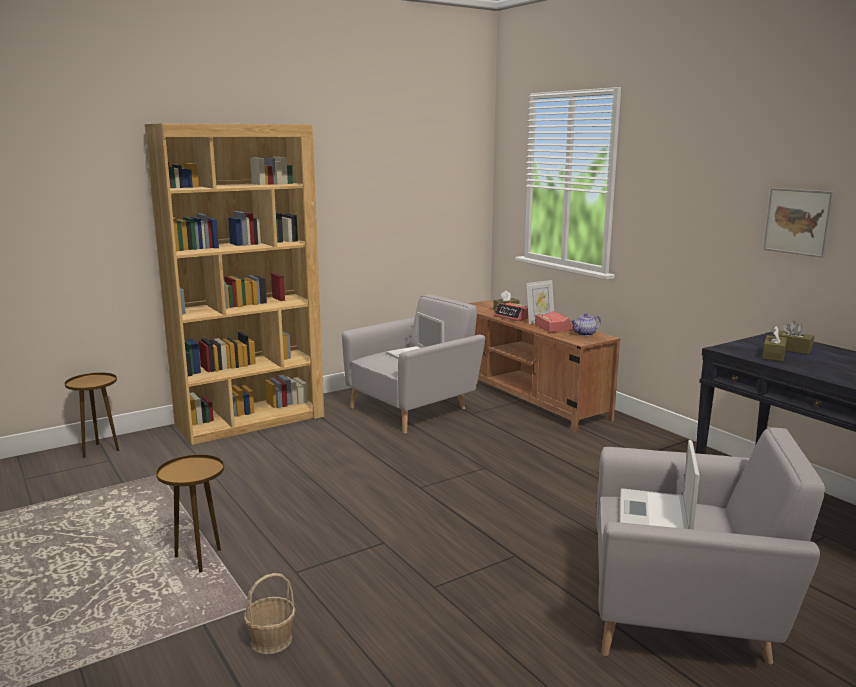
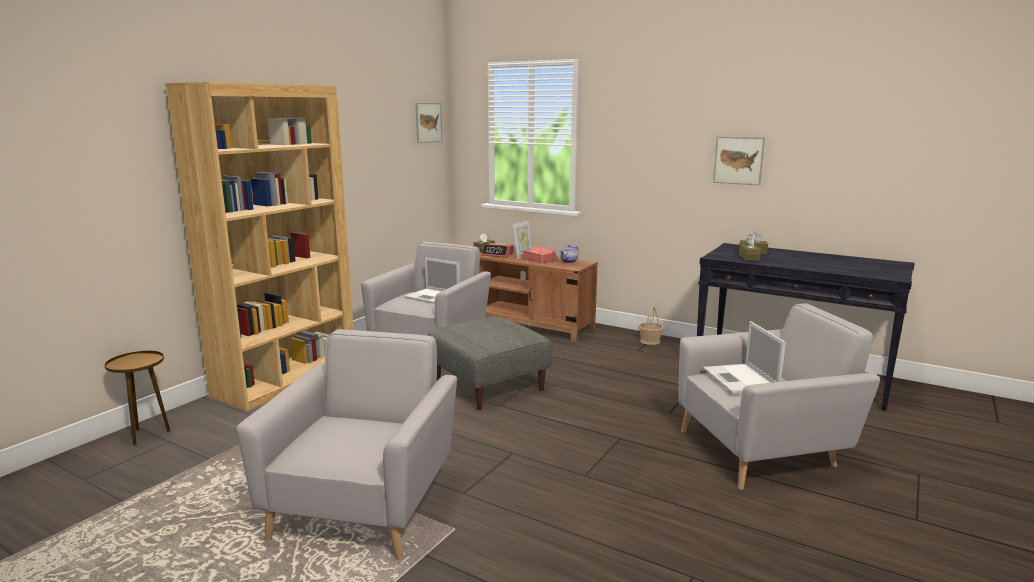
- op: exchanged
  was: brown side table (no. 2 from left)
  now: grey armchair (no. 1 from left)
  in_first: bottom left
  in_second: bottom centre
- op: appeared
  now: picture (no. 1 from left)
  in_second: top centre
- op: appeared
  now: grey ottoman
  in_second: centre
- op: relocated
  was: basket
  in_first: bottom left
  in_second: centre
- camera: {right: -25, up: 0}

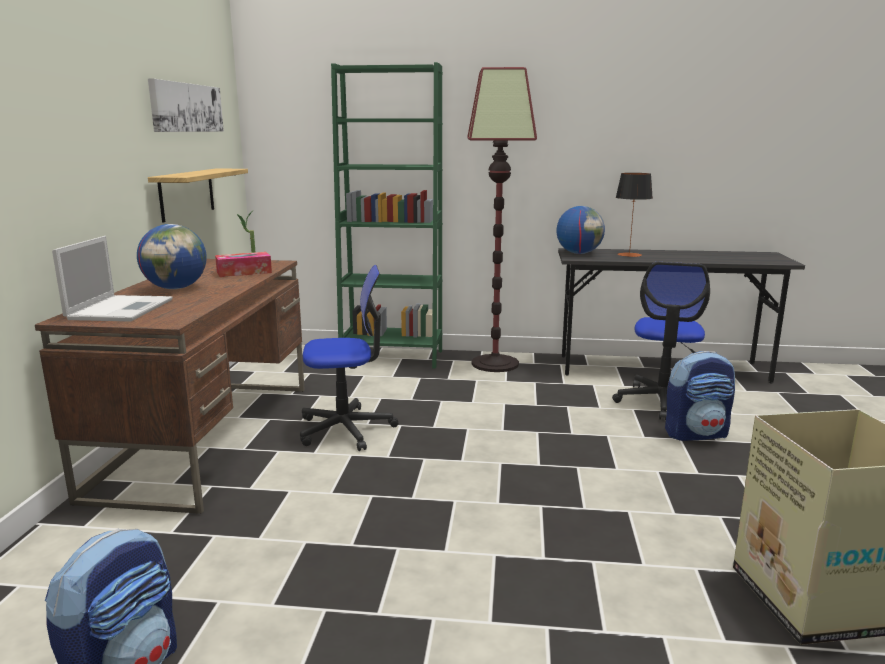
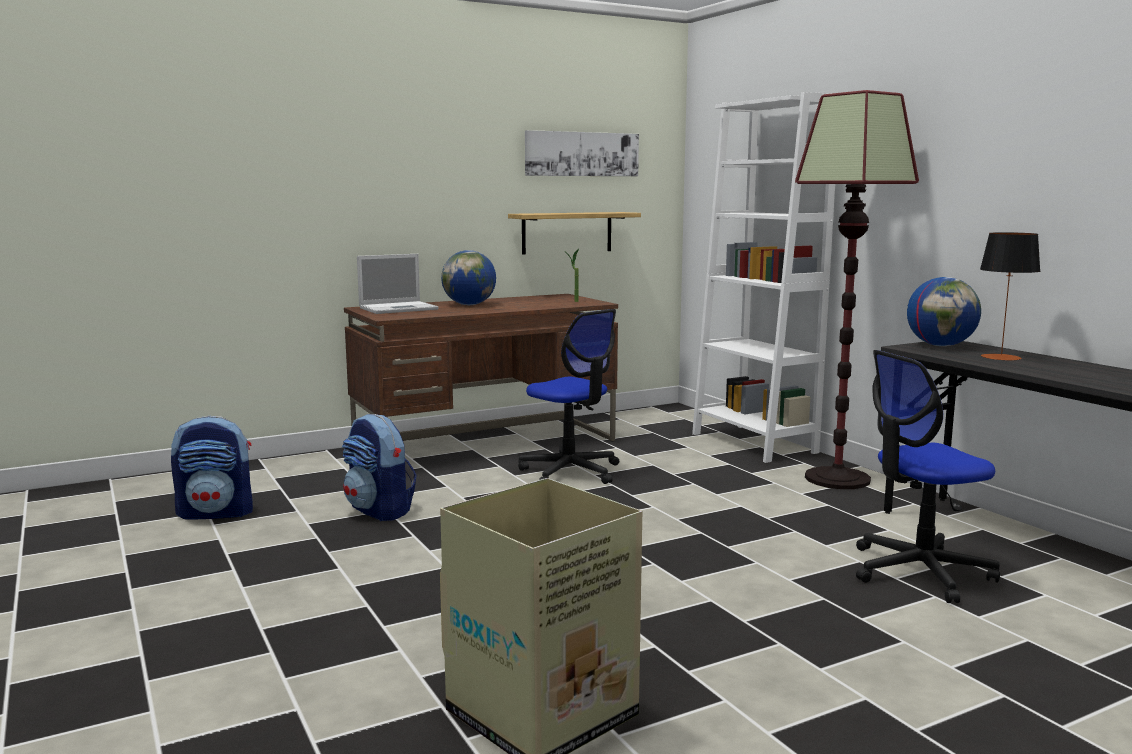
- op: relocated
  was: backpack (no. 2 from left)
  in_first: middle right
  in_second: centre
- op: colour
  was: green bookcase
  now: white bookcase
  in_first: top centre
  in_second: middle right
- op: missing
  was: tissue box
  in_first: middle left
- camera: {right: 55, up: -5}

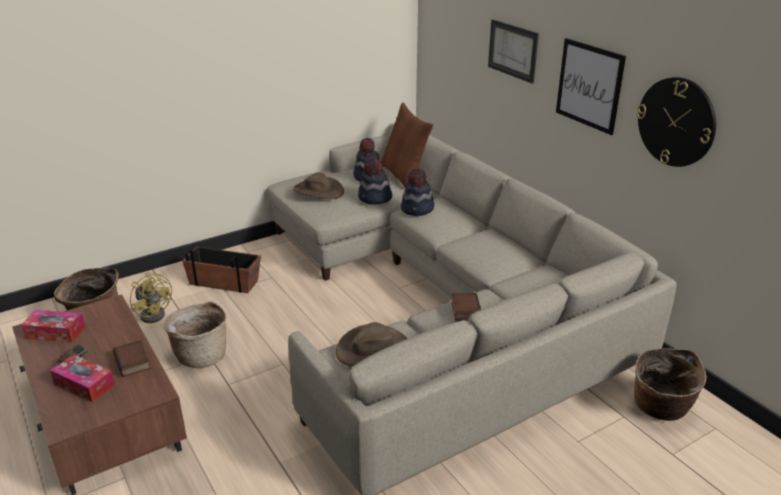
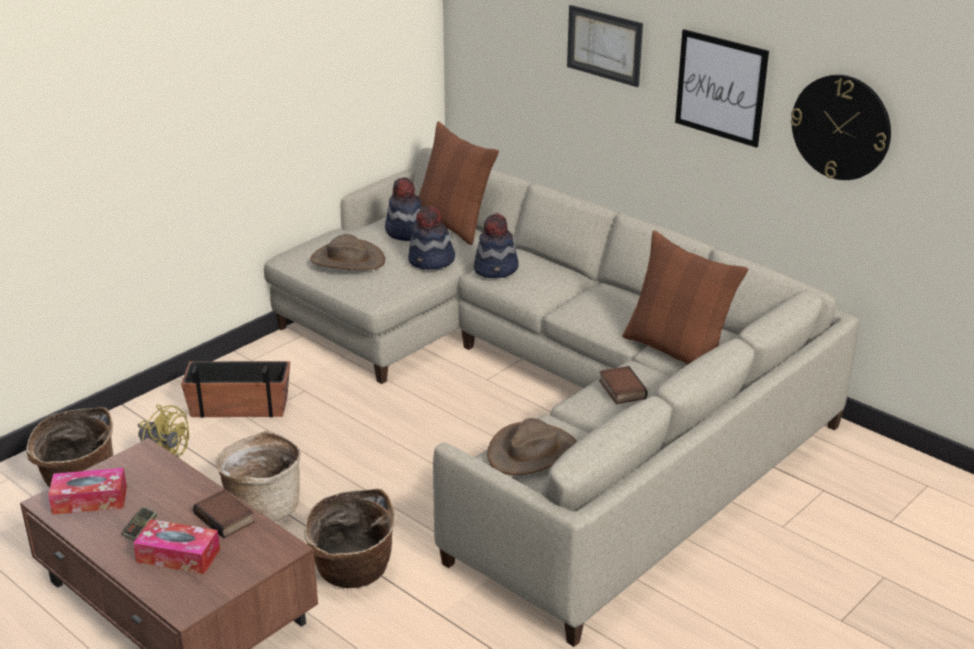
- op: relocated
  was: basket (no. 3 from left)
  in_first: bottom right
  in_second: bottom centre
- op: appeared
  now: brown pillow (no. 2 from left)
  in_second: middle right
- camera: {right: -15, up: 0}

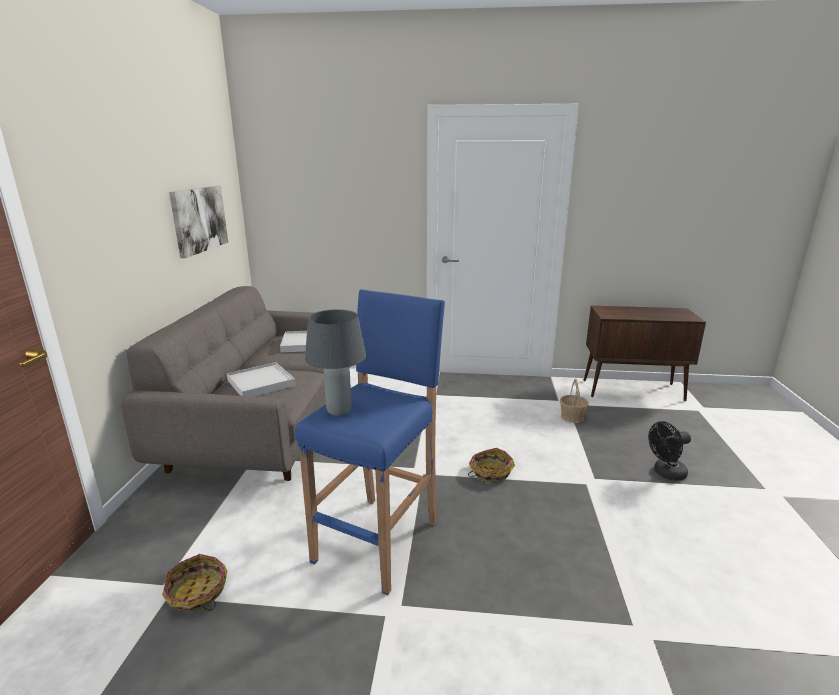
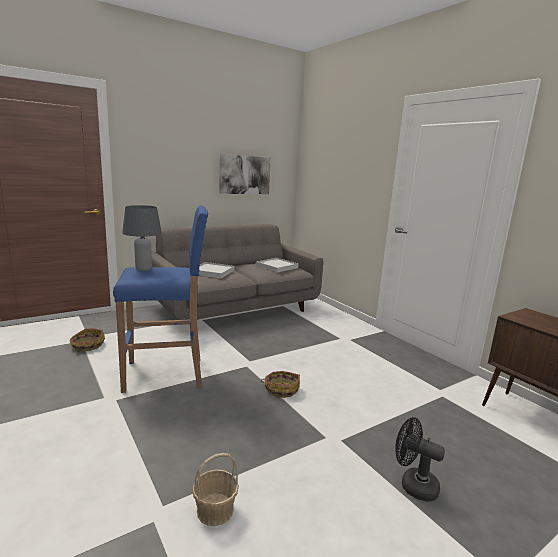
- op: relocated
  was: basket (no. 3 from left in the first image)
  now: basket (no. 2 from left)
  in_first: middle right
  in_second: bottom centre
- camera: {right: 50, up: -5}

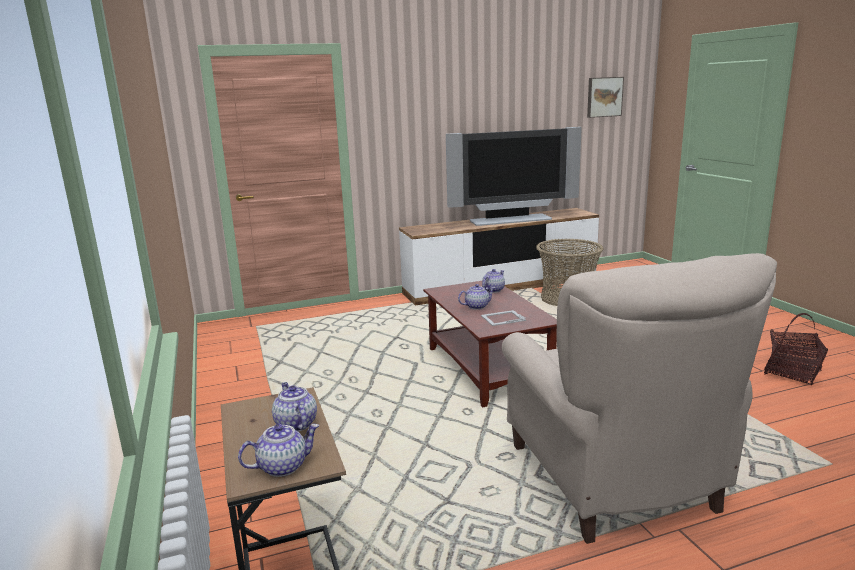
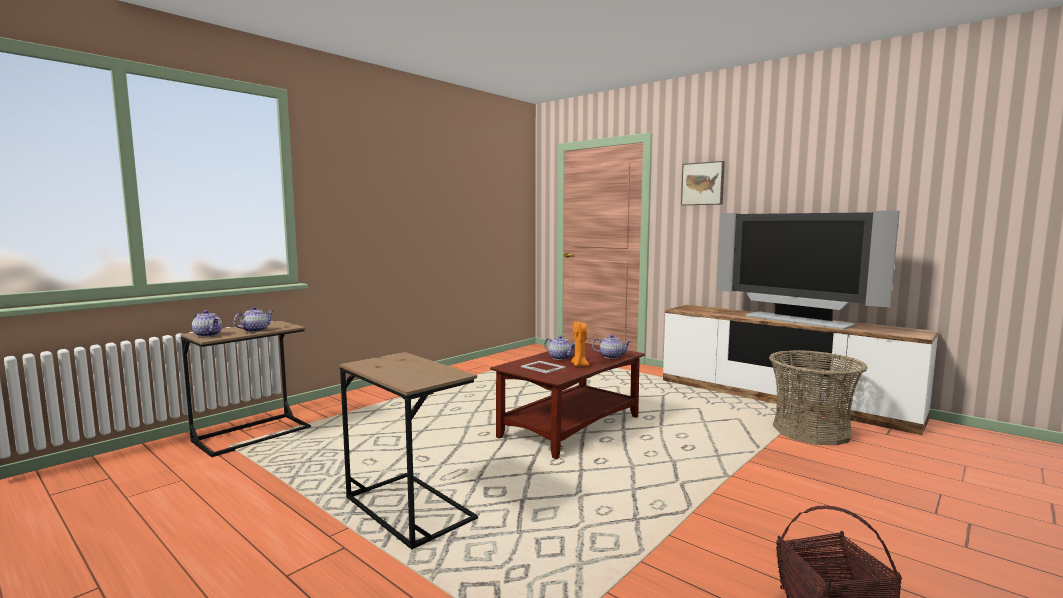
- op: exchanged
  was: beige armchair
  now: brown side table (no. 2 from left)
  in_first: bottom right
  in_second: bottom centre
- op: appeared
  now: orange candle
  in_second: centre
- op: relocated
  was: picture
  in_first: top right
  in_second: top centre
- camera: {right: 60, up: -10}

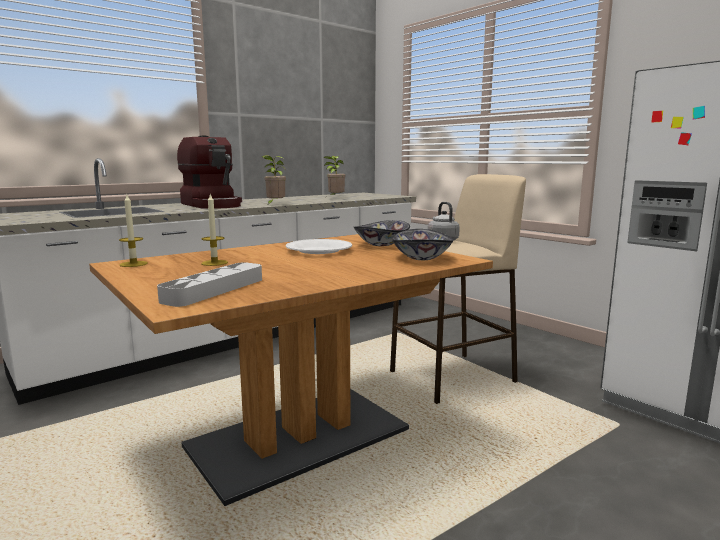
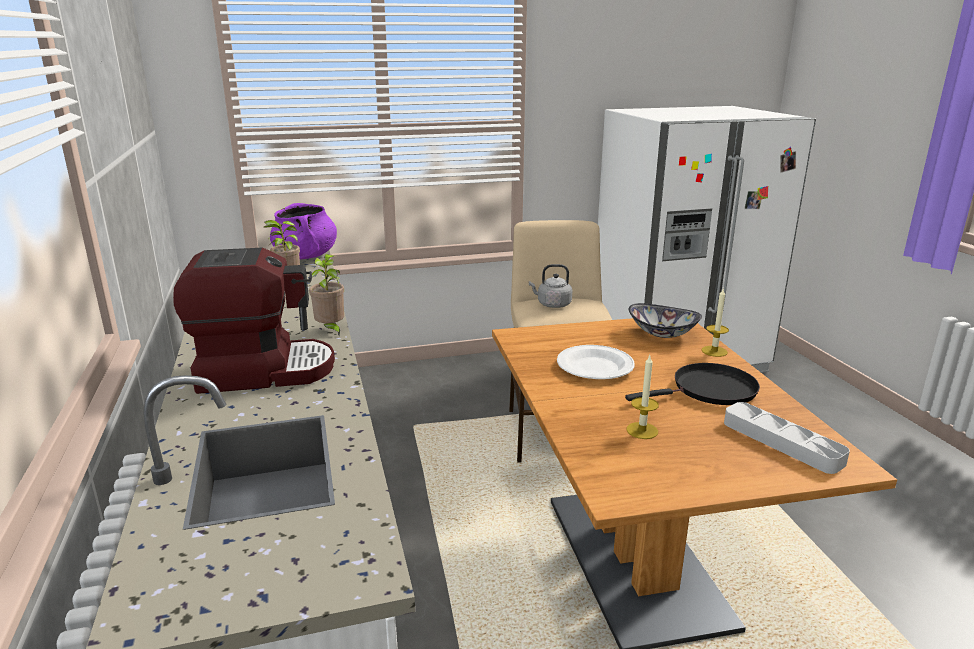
- op: appeared
  now: purple cooking pot
  in_second: middle left
- op: appeared
  now: black frying pan
  in_second: middle right
- op: relocated
  was: candle (no. 1 from left in the first image)
  now: candle (no. 2 from left)
  in_first: middle left
  in_second: middle right
- op: missing
  was: bowl (no. 1 from left)
  in_first: centre
- camera: {right: -65, up: 10}

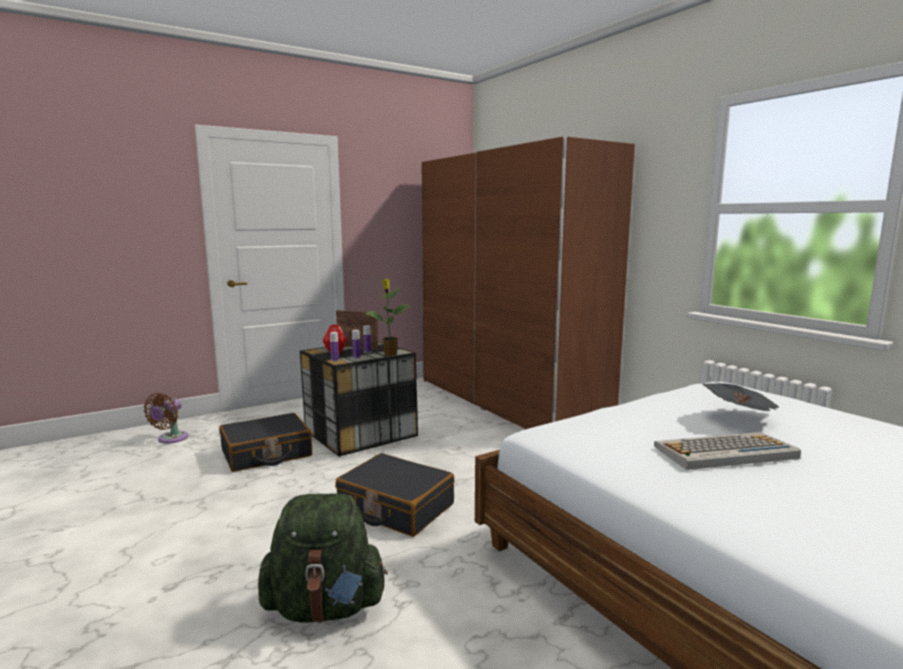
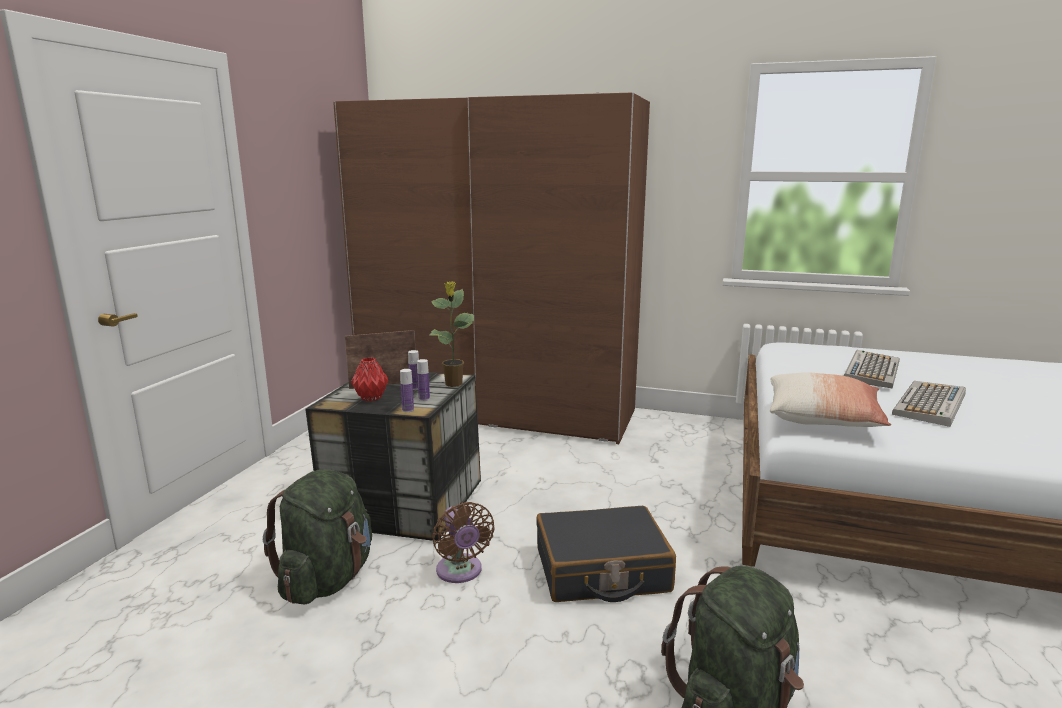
- op: exchanged
  was: black suitcase (no. 1 from left)
  now: green backpack (no. 1 from left)
  in_first: middle left
  in_second: bottom left
- op: relocated
  was: brown fan
  in_first: middle left
  in_second: bottom centre
- op: appeared
  now: pillow
  in_second: middle right
- op: exchanged
  was: newspaper
  now: keyboard (no. 1 from left)
  in_first: middle right
  in_second: middle right
- camera: {right: -40, up: 5}

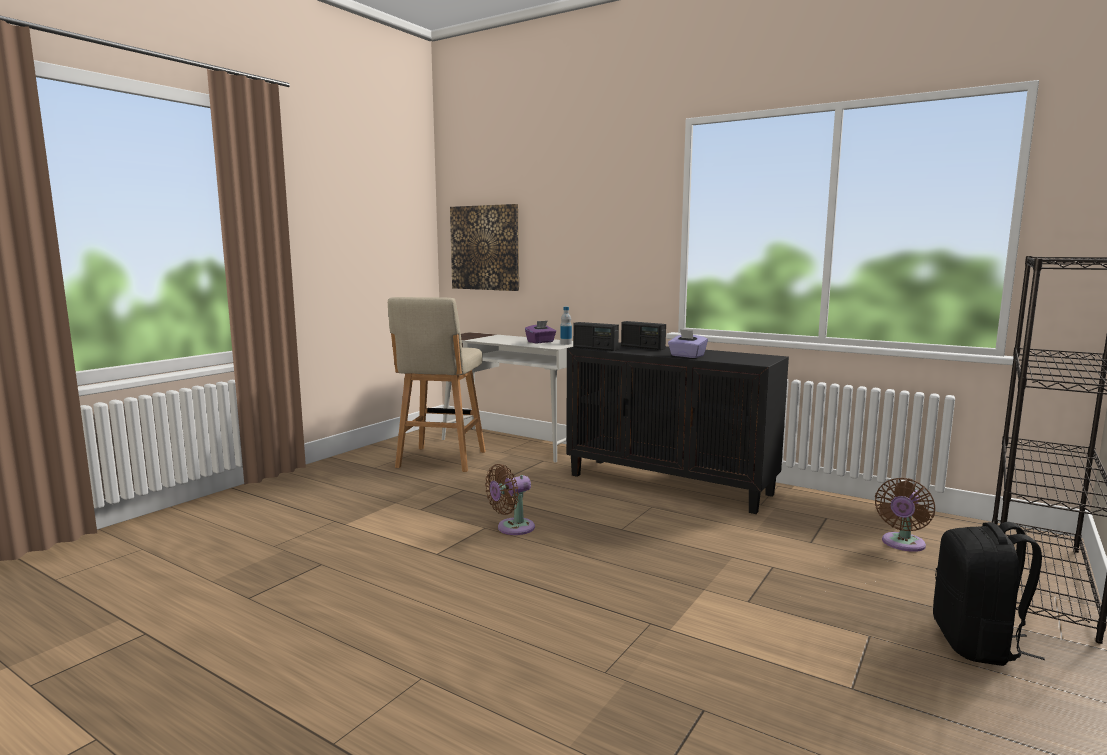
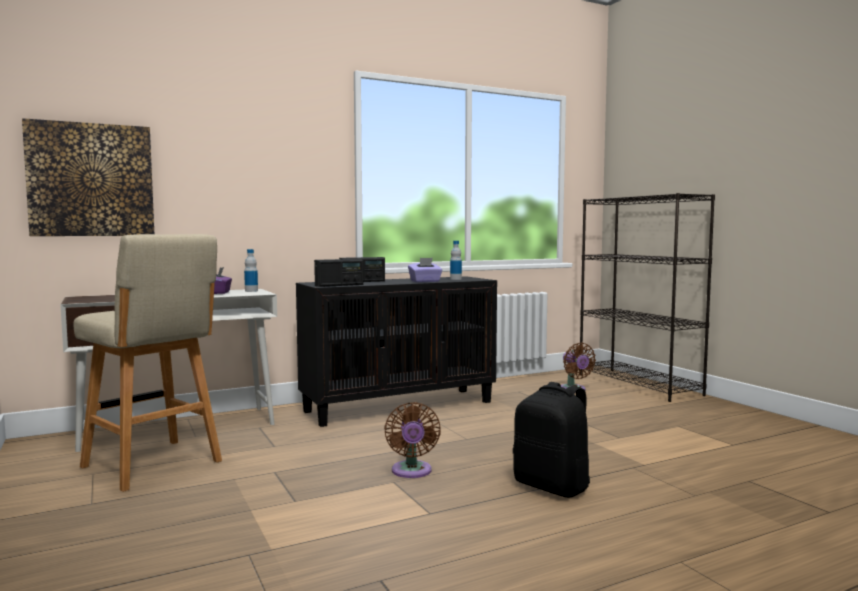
- op: appeared
  now: bottle (no. 2 from left)
  in_second: centre
- op: relocated
  was: black backpack
  in_first: bottom right
  in_second: bottom centre
- camera: {right: -60, up: -5}

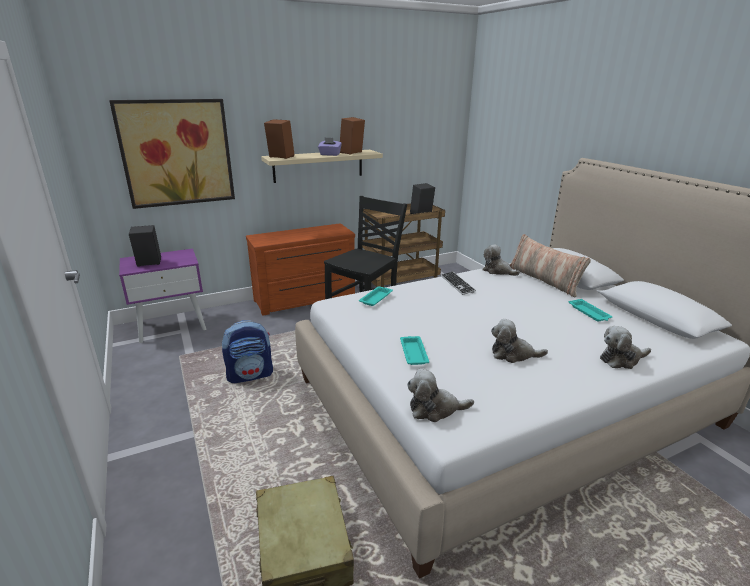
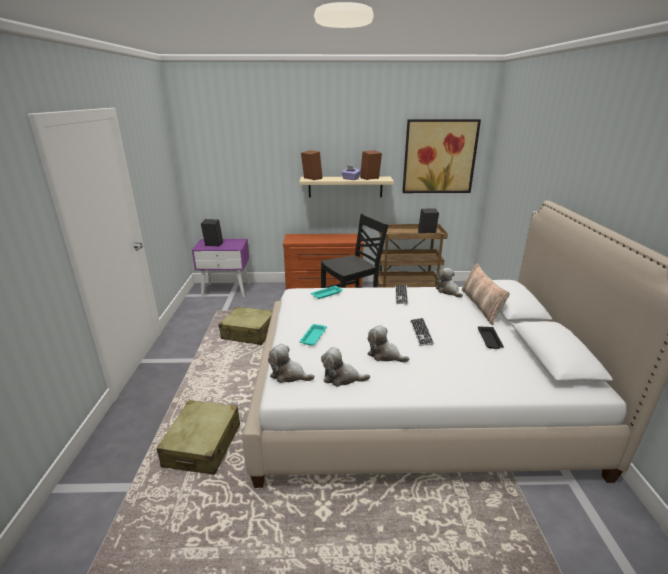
- op: exchanged
  was: backpack
  now: beige suitcase (no. 2 from left)
  in_first: middle left
  in_second: centre
- op: relocated
  was: plush toy (no. 4 from left in the first image)
  now: plush toy (no. 2 from left)
  in_first: middle right
  in_second: centre
- op: relocated
  was: picture
  in_first: top left
  in_second: top centre
- op: appeared
  now: keyboard (no. 2 from left)
  in_second: centre
- op: colour
  was: turquoise tray (no. 3 from left)
  now: black tray
  in_first: middle right
  in_second: middle right
- camera: {right: 25, up: 0}

